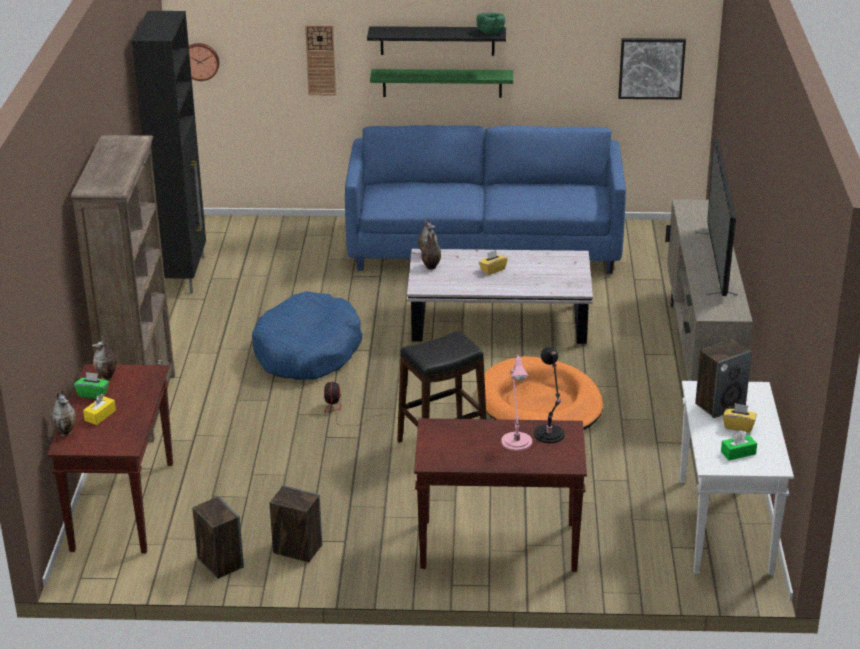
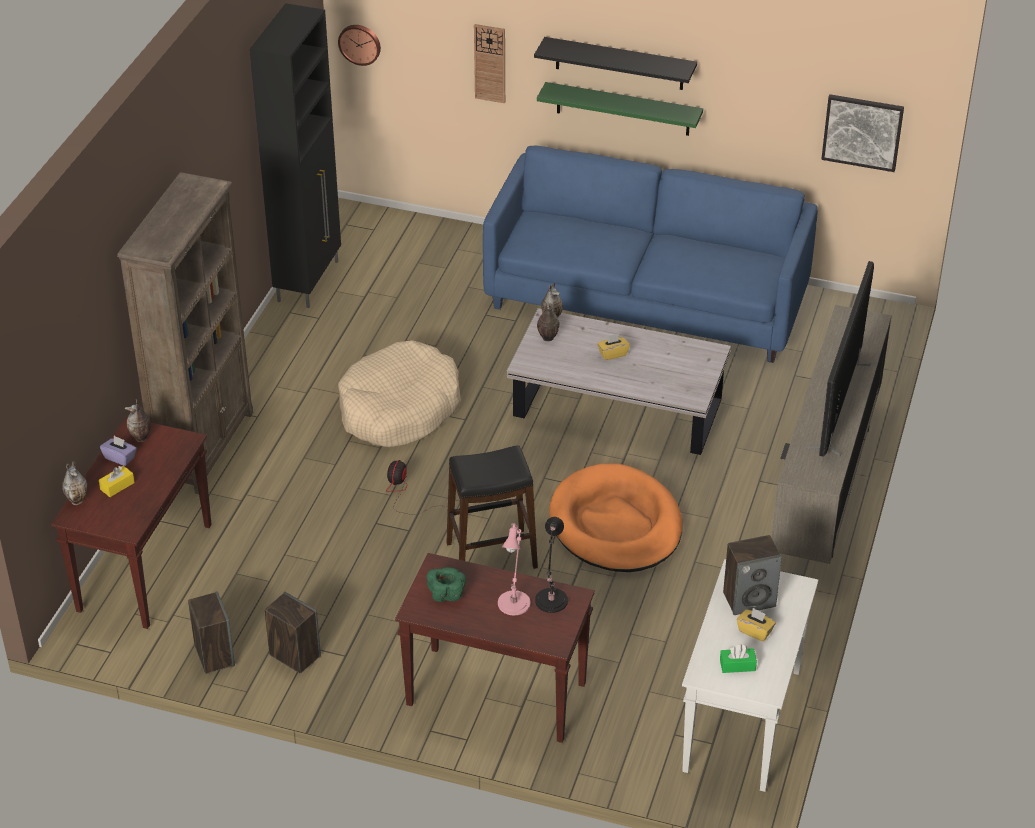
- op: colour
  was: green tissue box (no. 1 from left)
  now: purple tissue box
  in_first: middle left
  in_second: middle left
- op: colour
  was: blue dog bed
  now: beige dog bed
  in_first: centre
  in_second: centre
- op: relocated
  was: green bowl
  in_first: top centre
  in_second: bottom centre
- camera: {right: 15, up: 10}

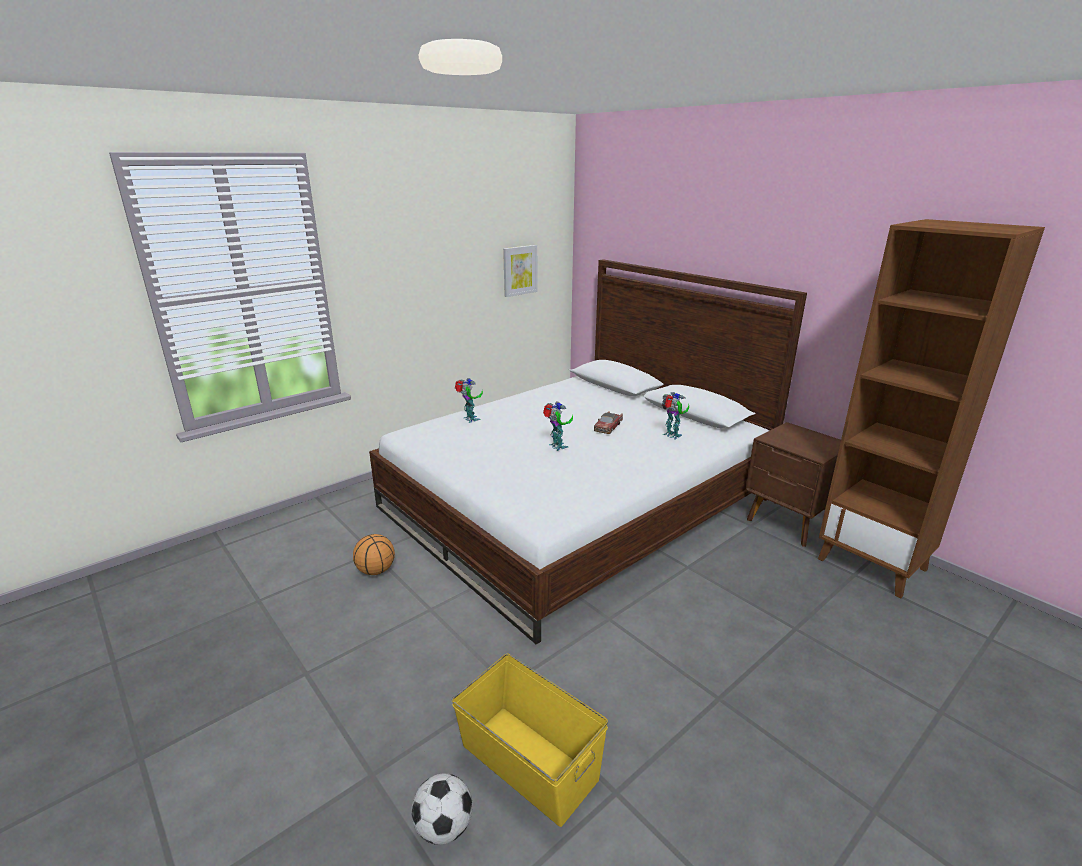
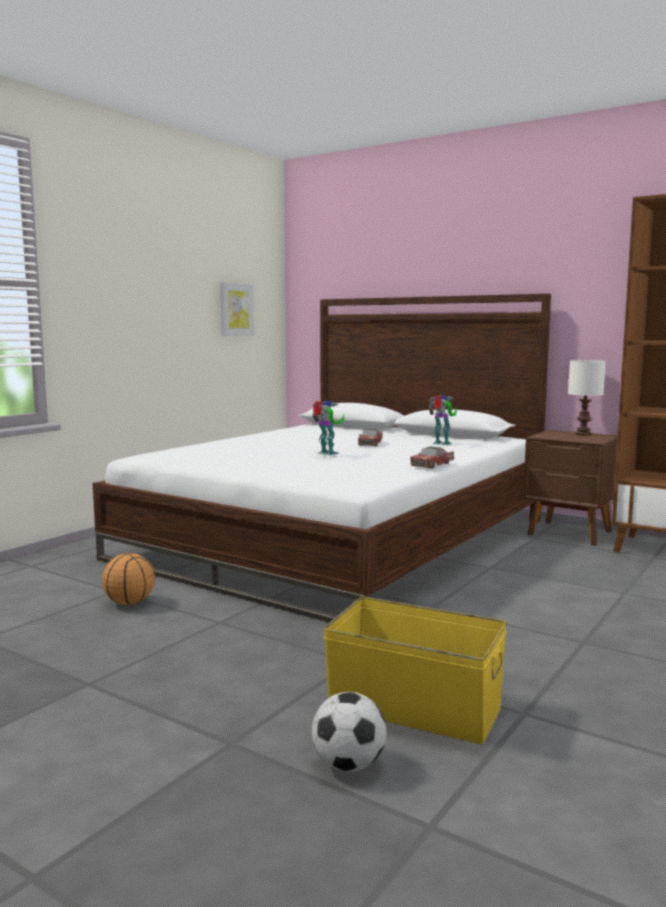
- op: appeared
  now: toy car (no. 2 from left)
  in_second: centre
- op: appeared
  now: white table lamp
  in_second: middle right
- op: missing
  was: toy robot (no. 1 from left)
  in_first: centre
- camera: {right: -15, up: -15}

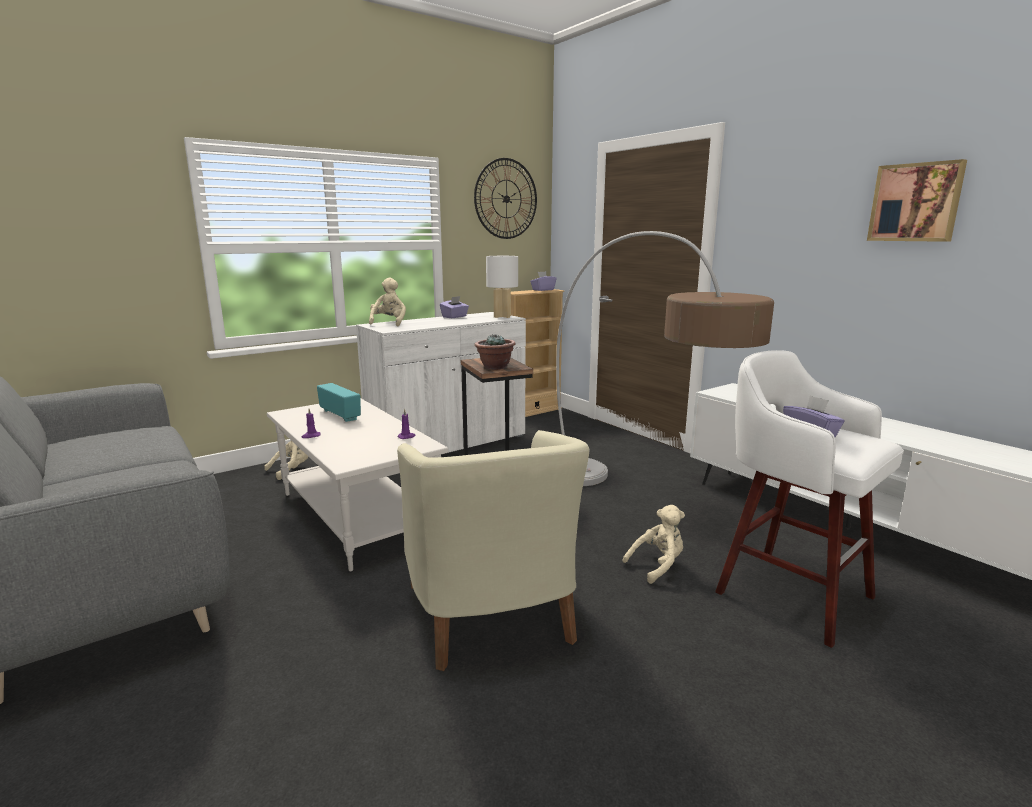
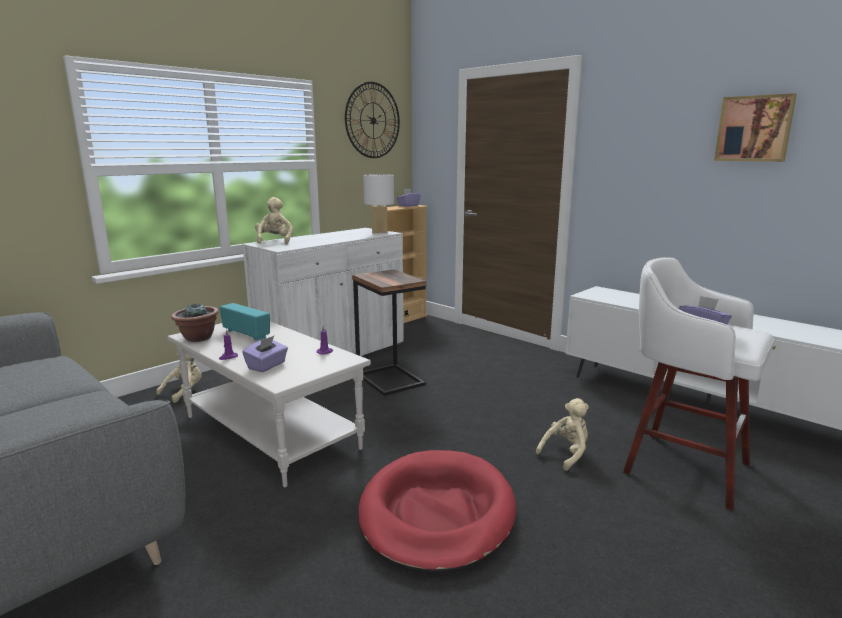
- op: relocated
  was: potted plant
  in_first: centre
  in_second: middle left
- op: relocated
  was: purple tissue box (no. 1 from left)
  in_first: centre
  in_second: middle left
- op: exchanged
  was: beige armchair
  now: red dog bed
  in_first: bottom centre
  in_second: bottom centre
- op: missing
  was: floor lamp
  in_first: centre
- camera: {right: -10, up: 0}

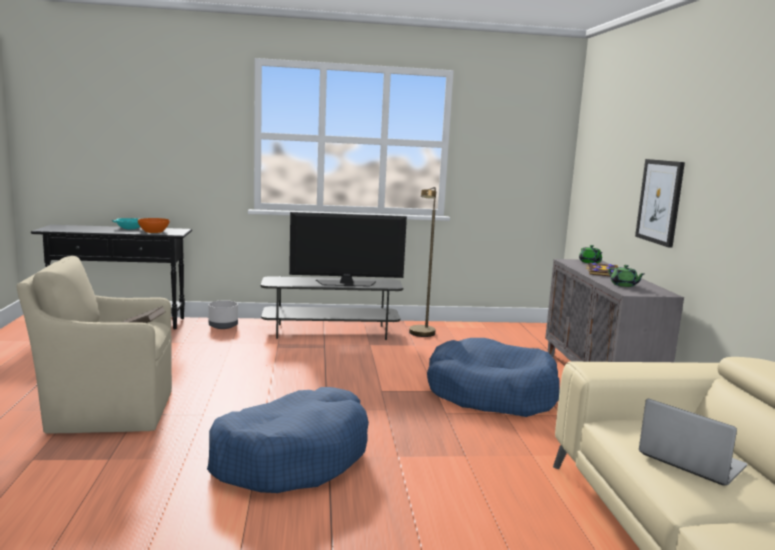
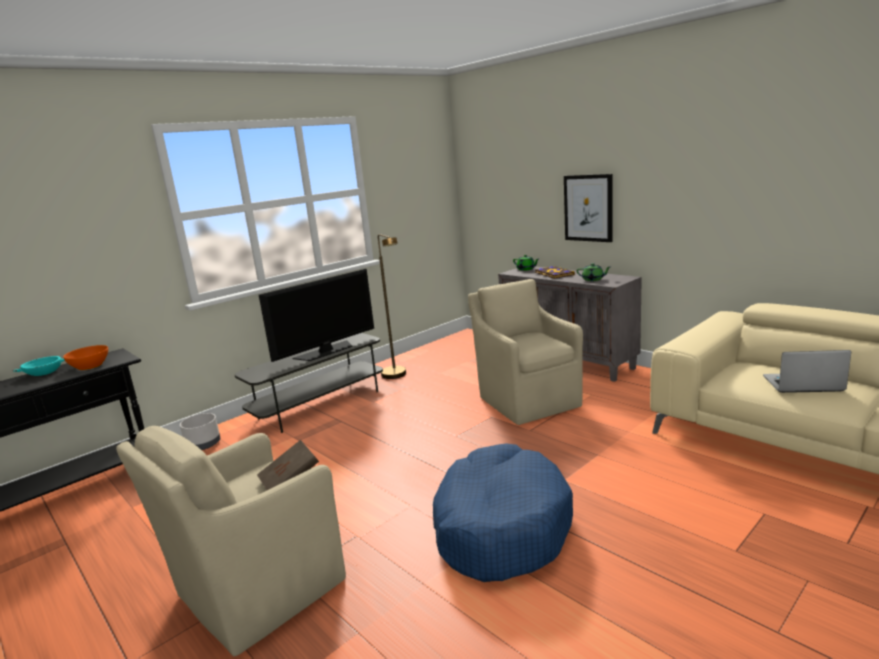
- op: exchanged
  was: blue dog bed (no. 2 from left)
  now: beige armchair (no. 2 from left)
  in_first: bottom centre
  in_second: centre
- camera: {right: -35, up: 5}

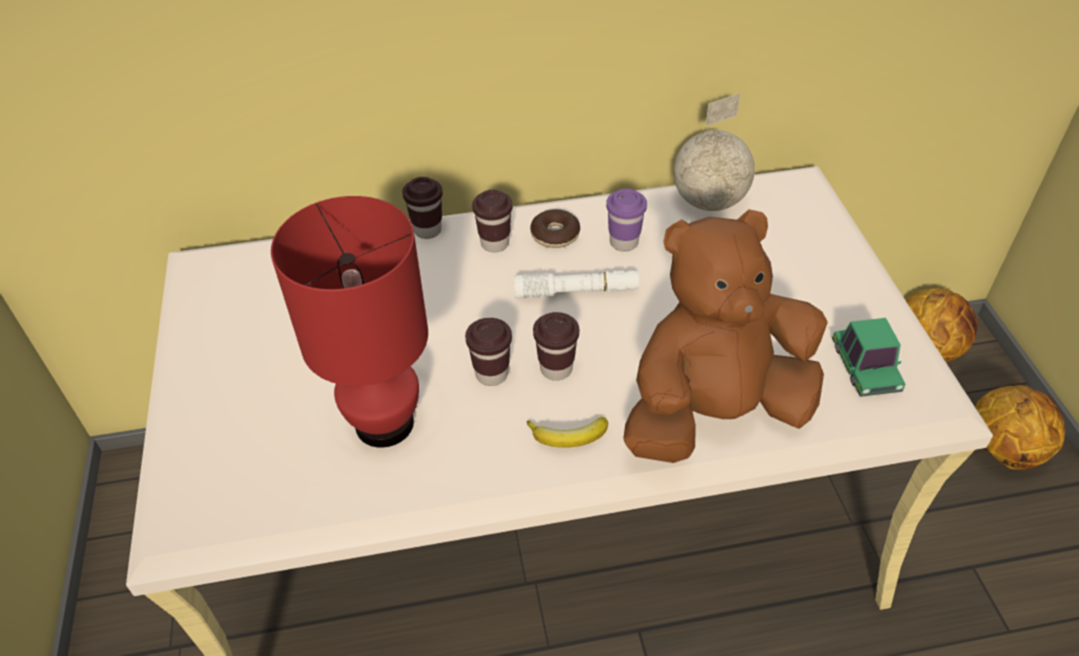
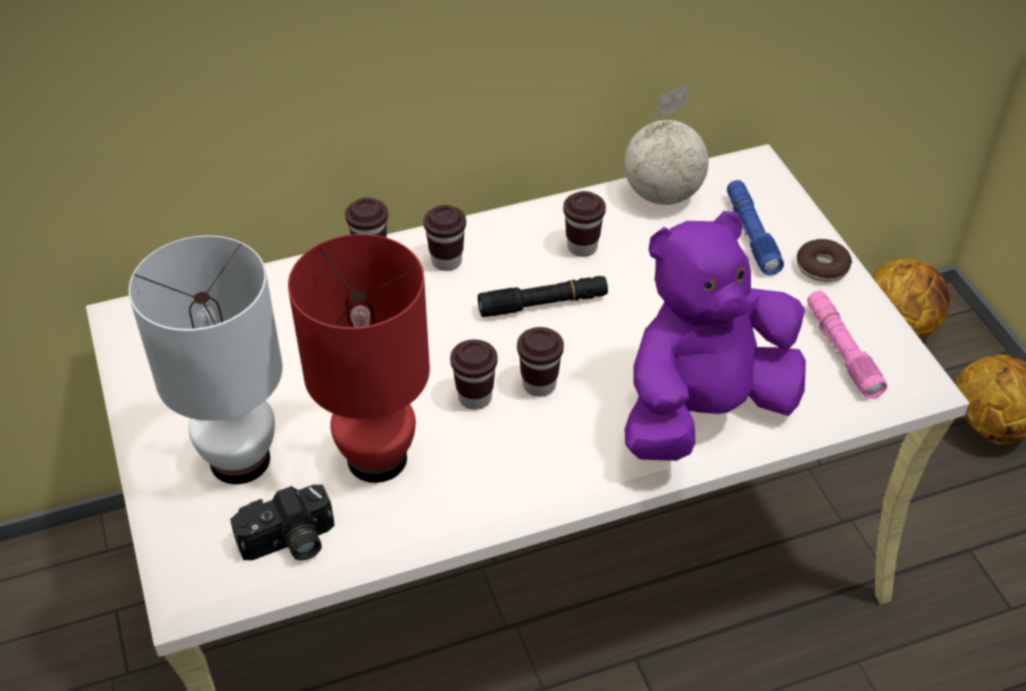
- op: appeared
  now: white table lamp
  in_second: middle left
- op: appeared
  now: photo camera
  in_second: bottom left
- op: colour
  was: white flashlight
  now: black flashlight
  in_first: centre
  in_second: centre
- op: colour
  was: purple cup
  now: brown cup (no. 5 from left)
  in_first: centre
  in_second: top centre
- op: colour
  was: brown plush toy
  now: purple plush toy
  in_first: middle right
  in_second: middle right
- op: appeared
  now: blue flashlight
  in_second: top right
- op: relocated
  was: donut
  in_first: centre
  in_second: middle right
- op: exchanged
  was: toy car
  now: pink flashlight
  in_first: middle right
  in_second: middle right
- op: missing
  was: banana
  in_first: centre
- camera: {right: -10, up: 0}

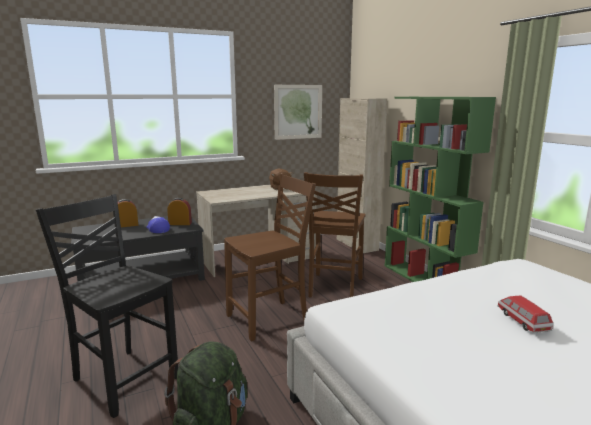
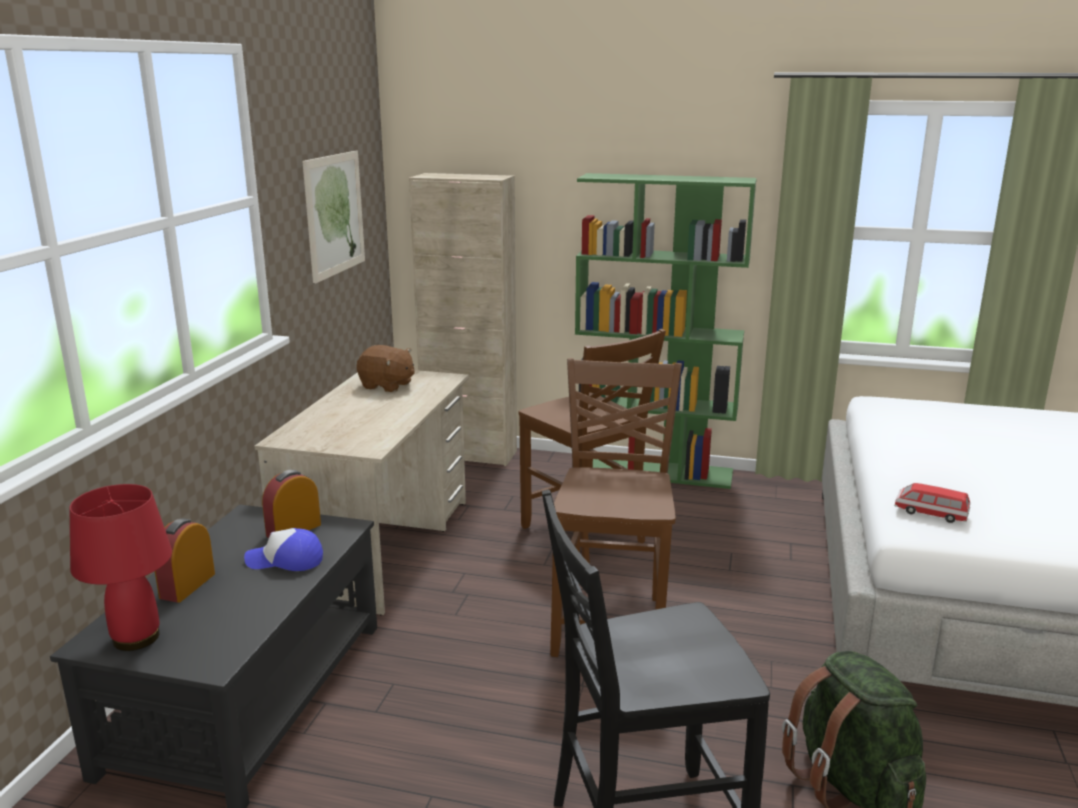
- op: appeared
  now: red table lamp
  in_second: bottom left
- op: relocated
  was: toy car
  in_first: bottom right
  in_second: middle right
- camera: {right: -50, up: 5}

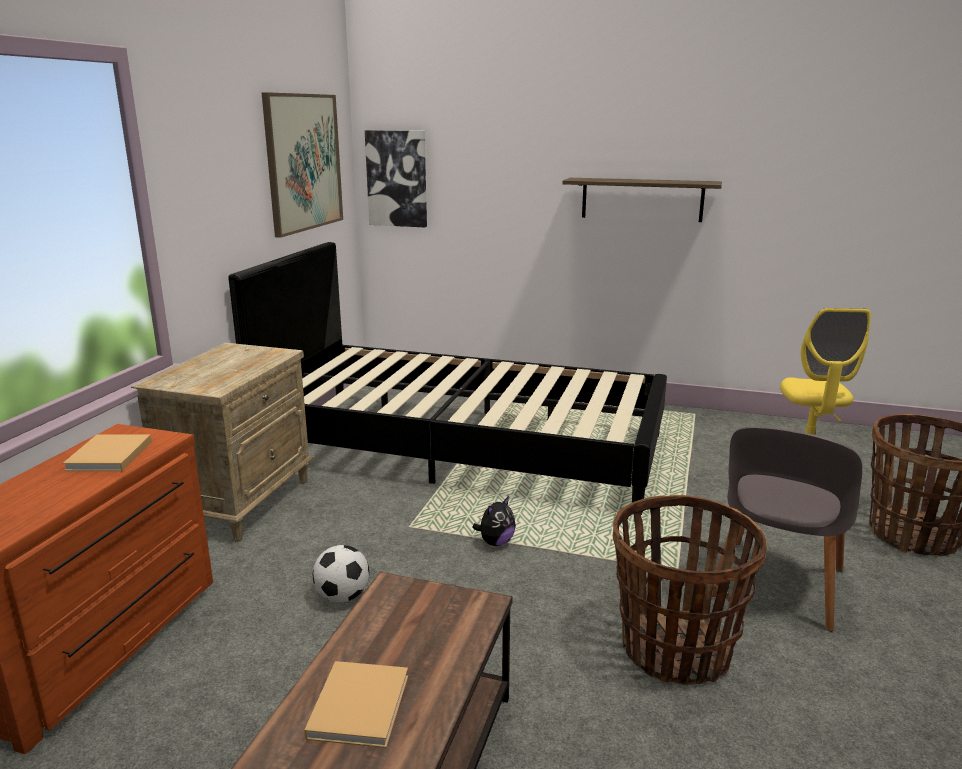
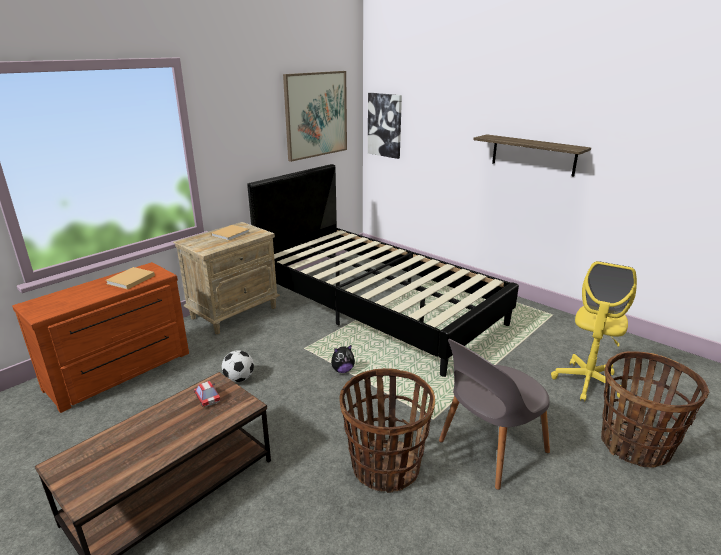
- op: appeared
  now: toy car
  in_second: bottom left
- op: relocated
  was: beige book (no. 2 from left)
  in_first: bottom centre
  in_second: middle left
- camera: {right: 25, up: 5}

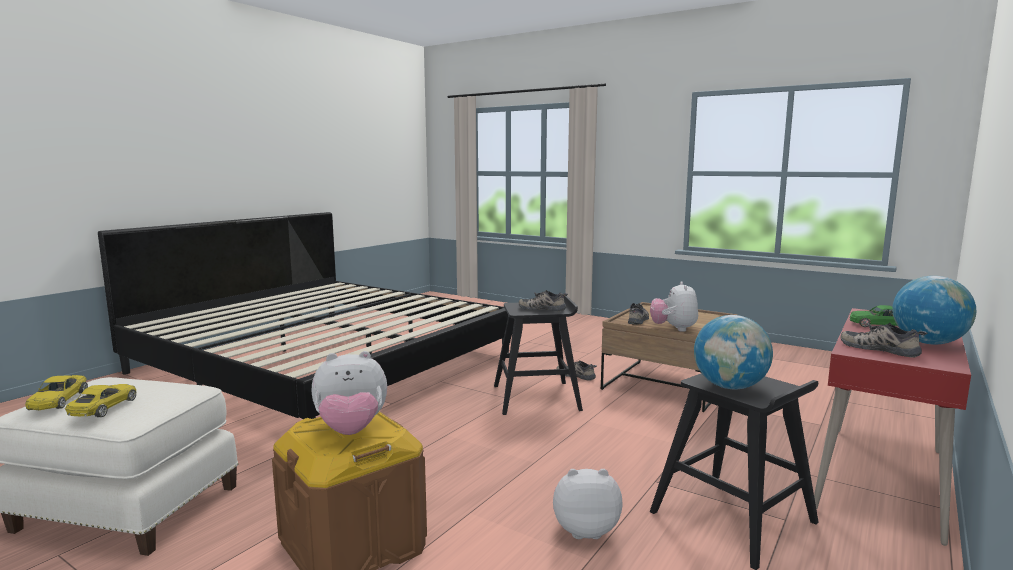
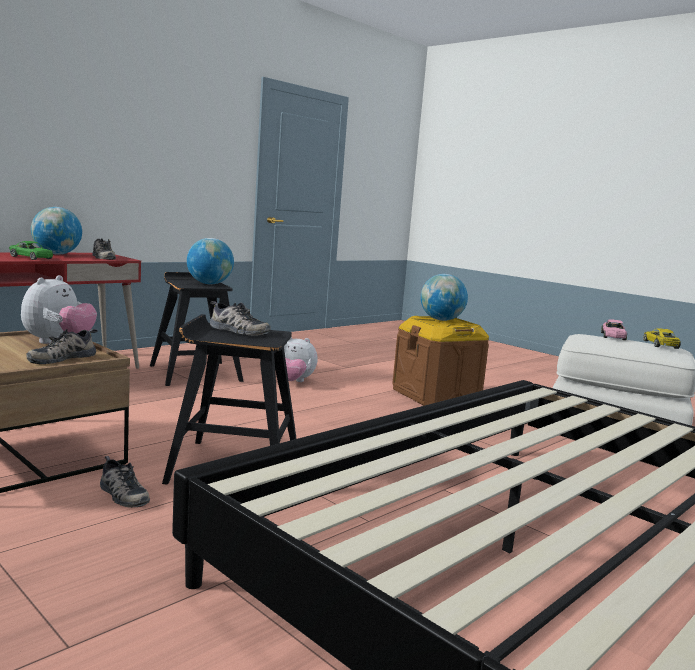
- op: exchanged
  was: plush toy (no. 1 from left)
  now: globe (no. 3 from left)
  in_first: bottom centre
  in_second: centre
- op: colour
  was: yellow toy car (no. 2 from left)
  now: pink toy car
  in_first: bottom left
  in_second: middle right
- camera: {right: -170, up: 0}

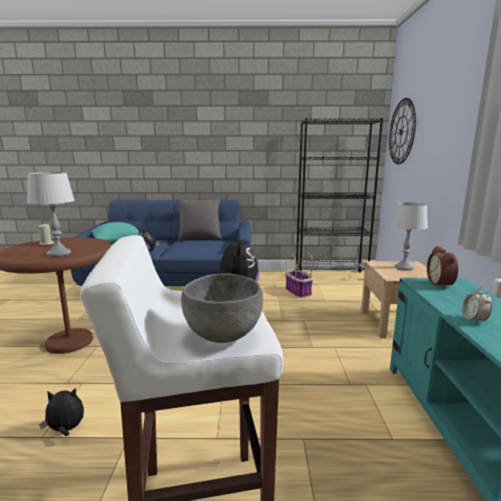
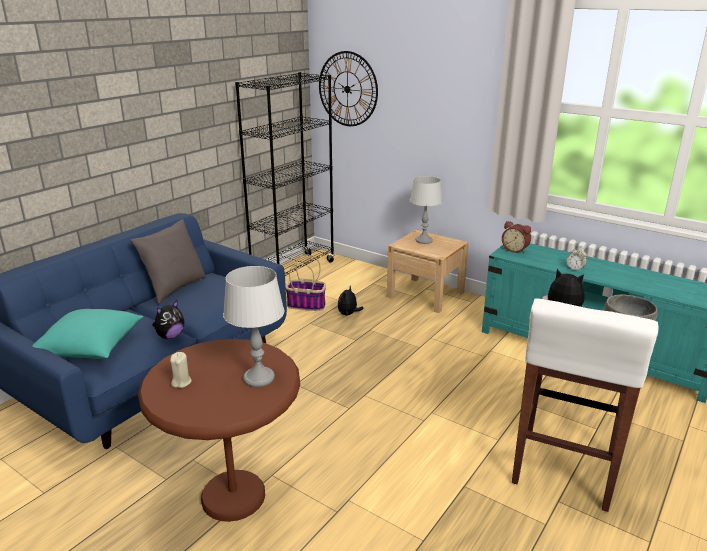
- op: relocated
  was: plush toy (no. 1 from left in the first image)
  now: plush toy (no. 2 from left)
  in_first: bottom left
  in_second: centre
- camera: {right: -55, up: 10}

